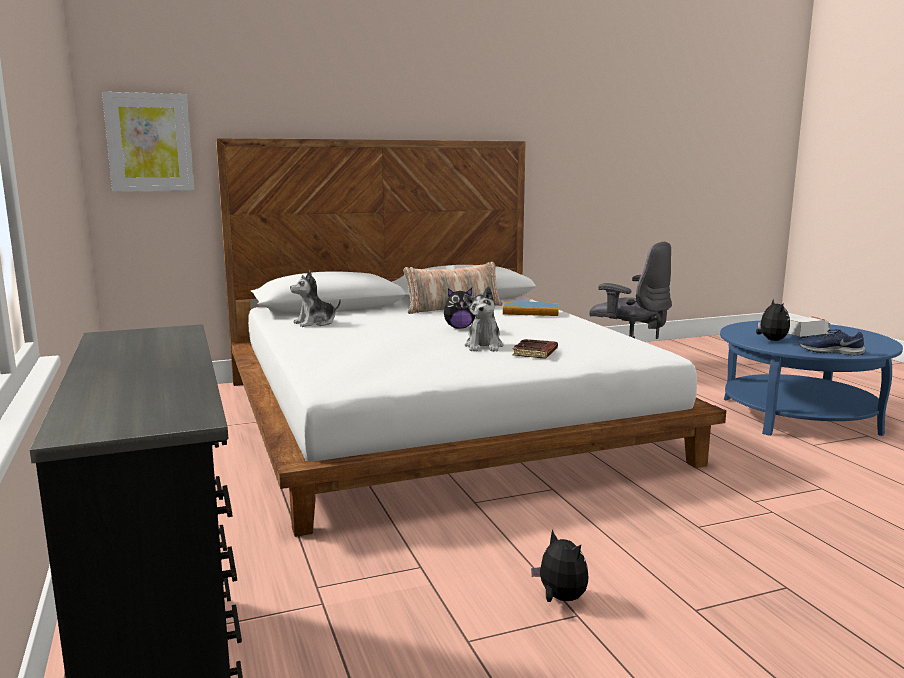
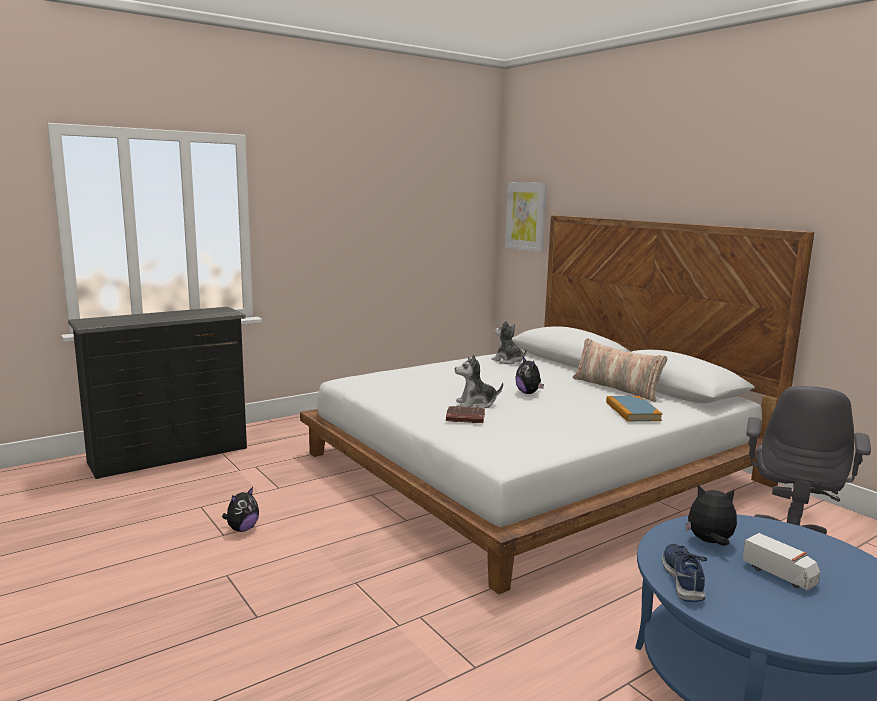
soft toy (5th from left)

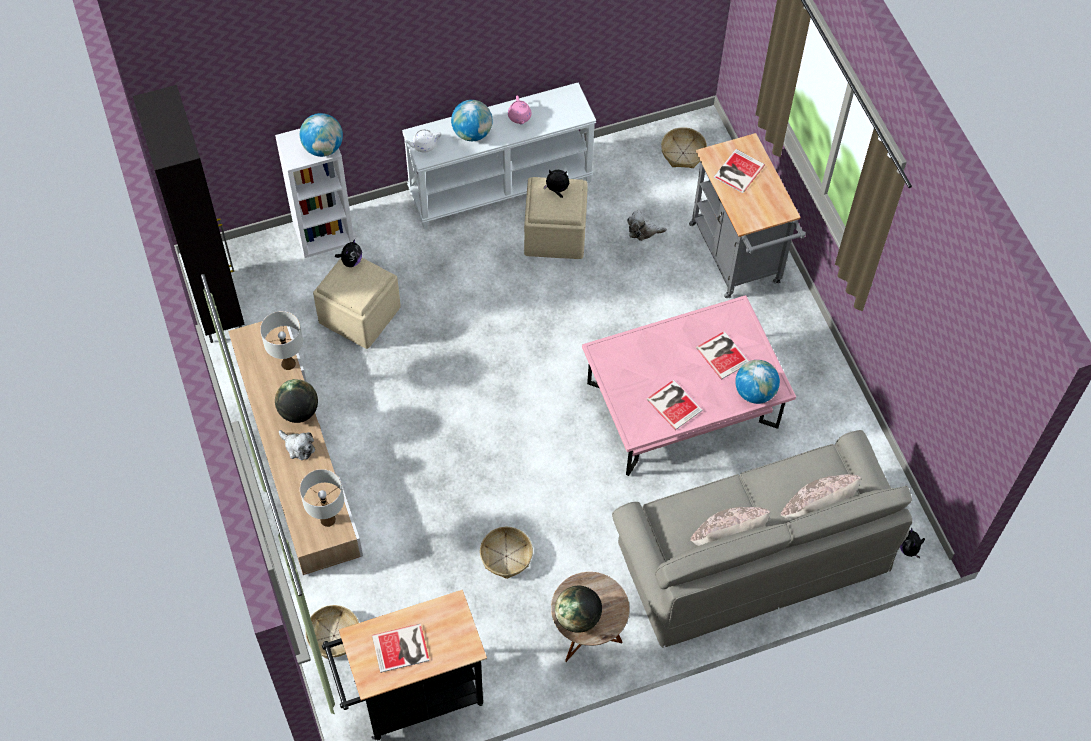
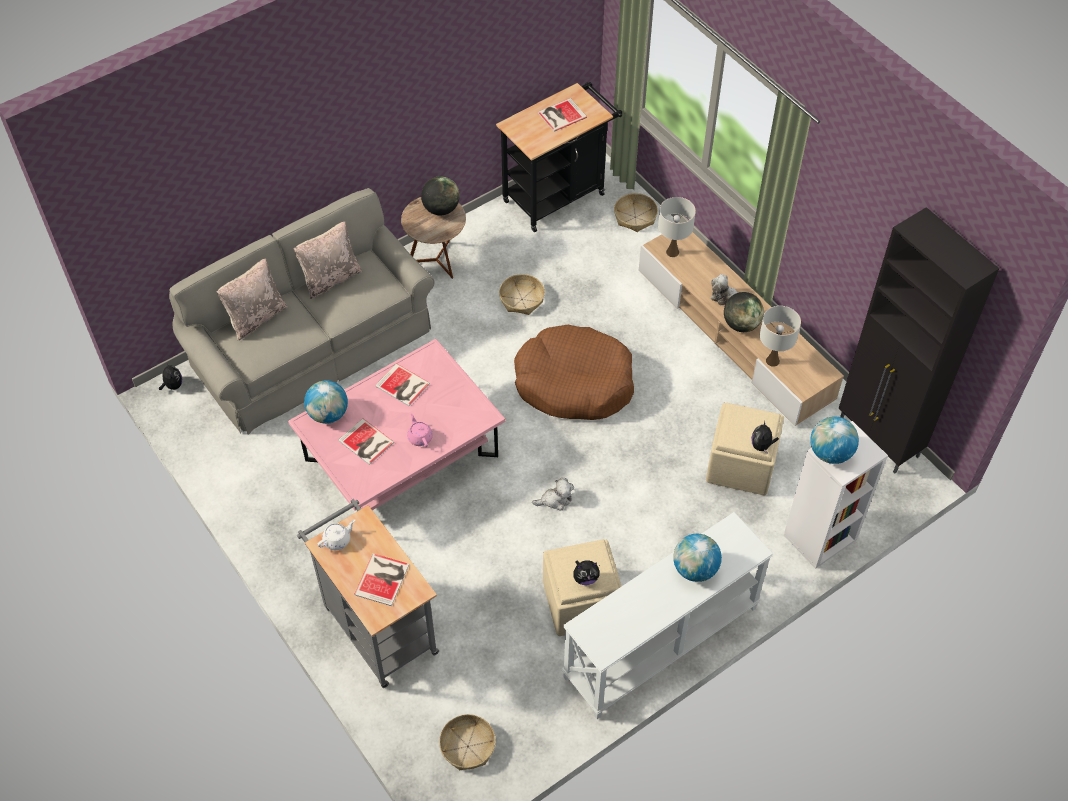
white-coloured tea pot
pink tea pot
soft toy (2nd from left)
brownish dog bed

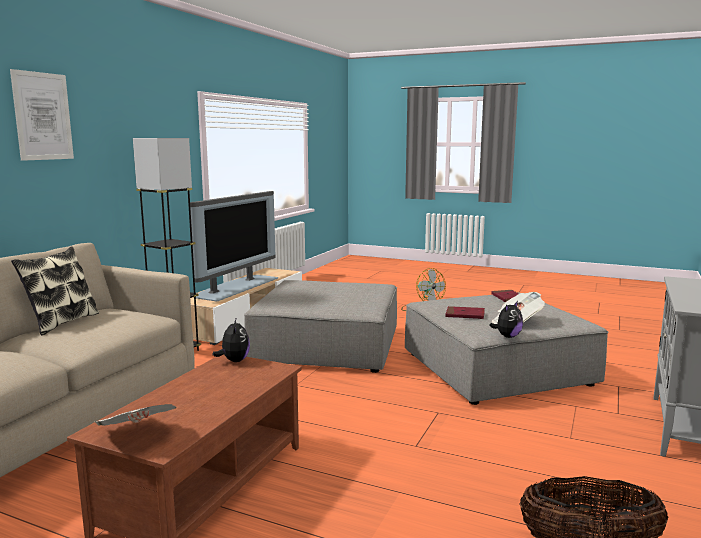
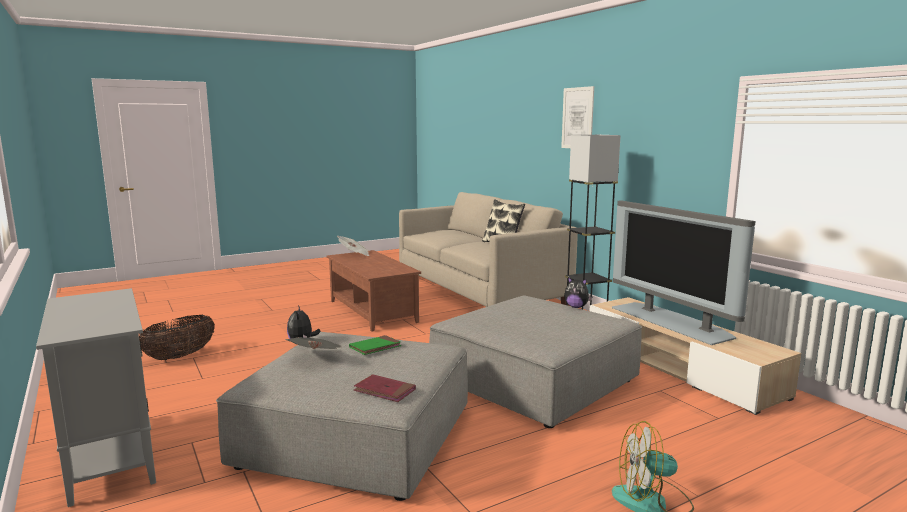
soft toy (2nd from left)
green-coloured bound book

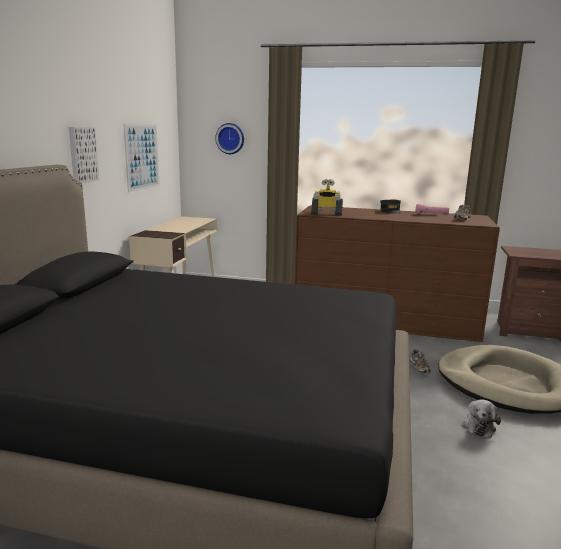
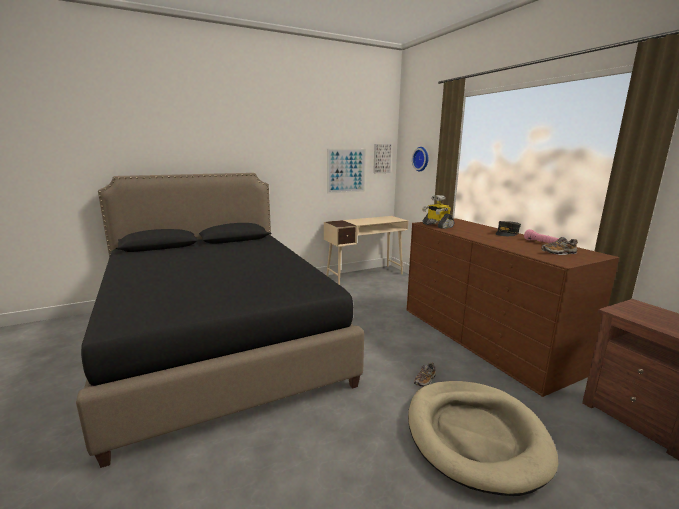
wall art (2nd from left)
soft toy

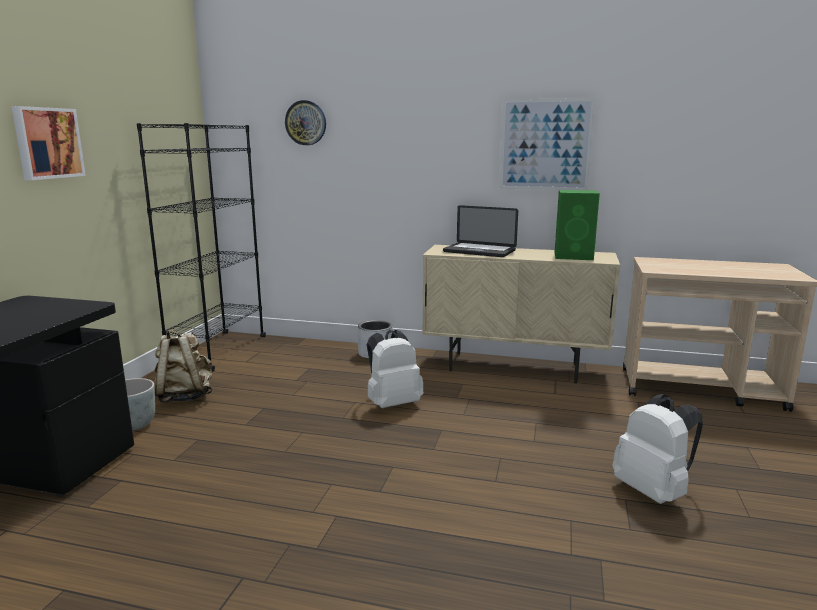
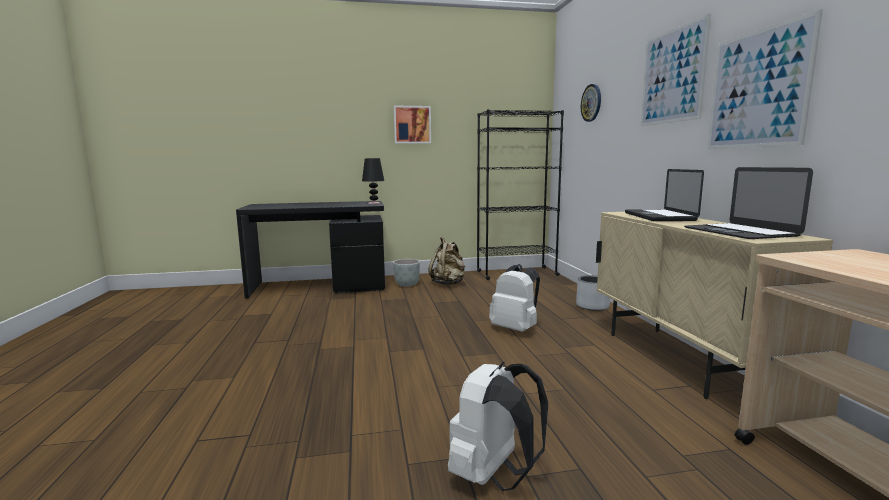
notebook computer (2nd from left)
blackish lamp for a table
wall art (2nd from left)

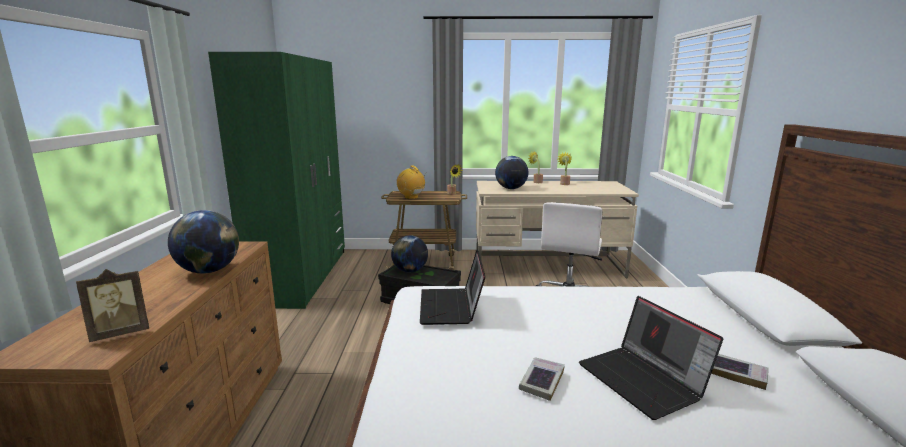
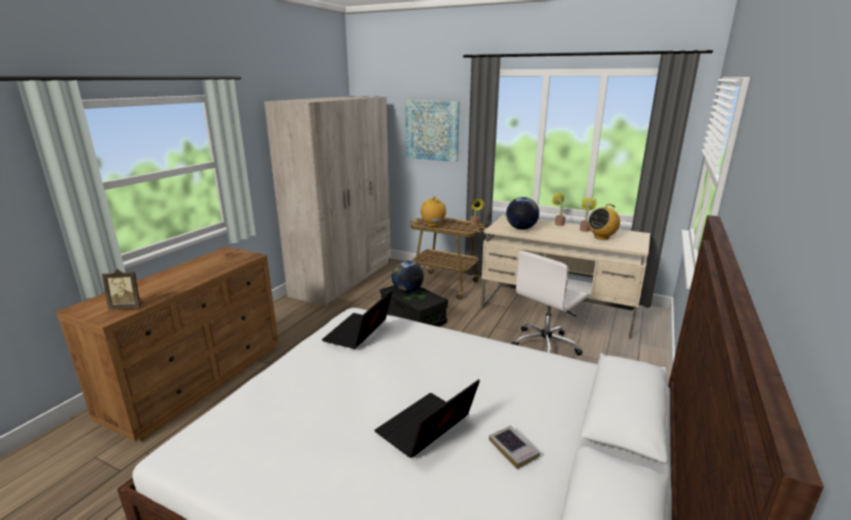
globe (1st from left in the first image)
beige clothes cupboard
bound book (1st from left in the first image)
notebook computer (2nd from left)
wall art
radio set (2nd from left)

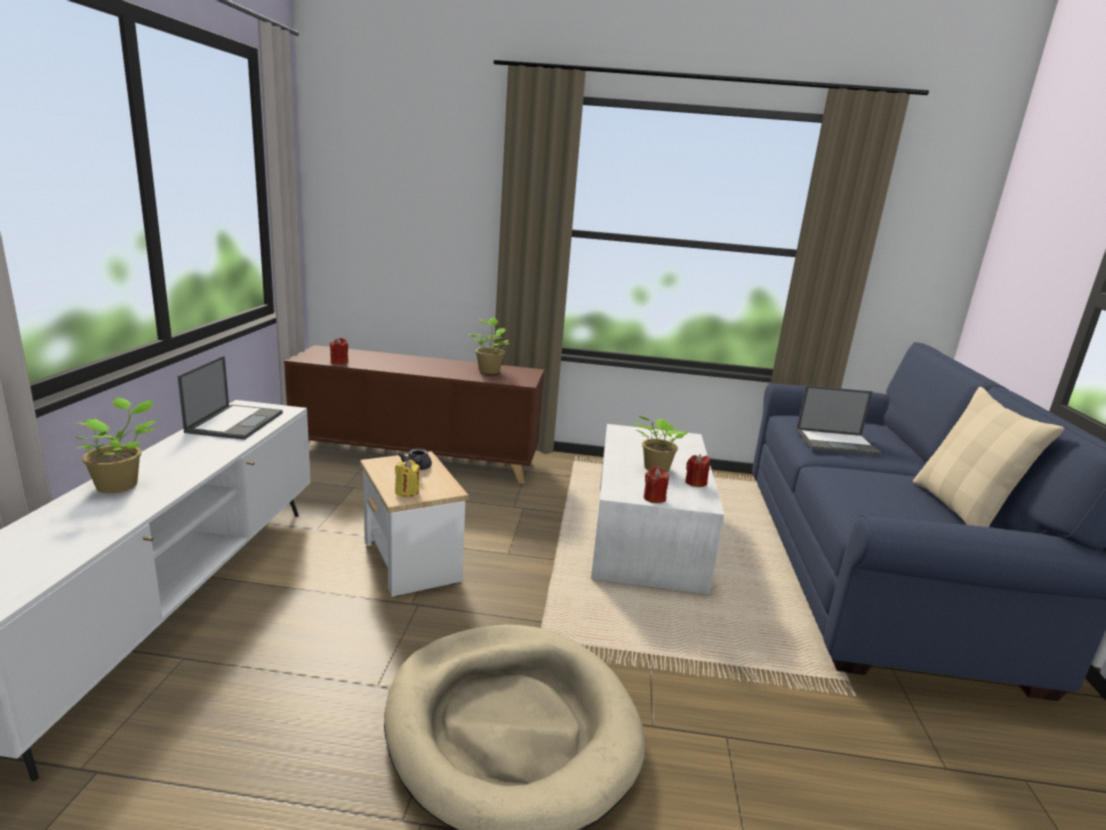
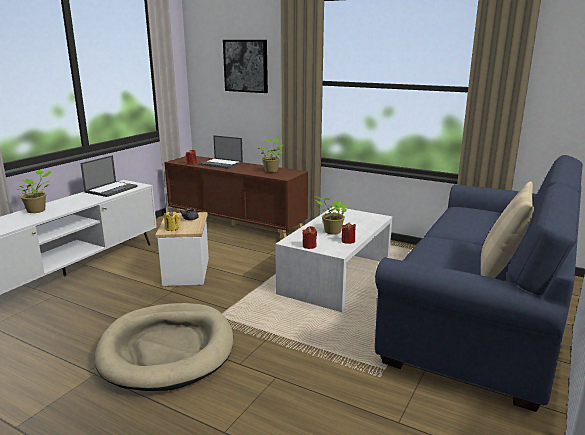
notebook computer (2nd from left)
wall art

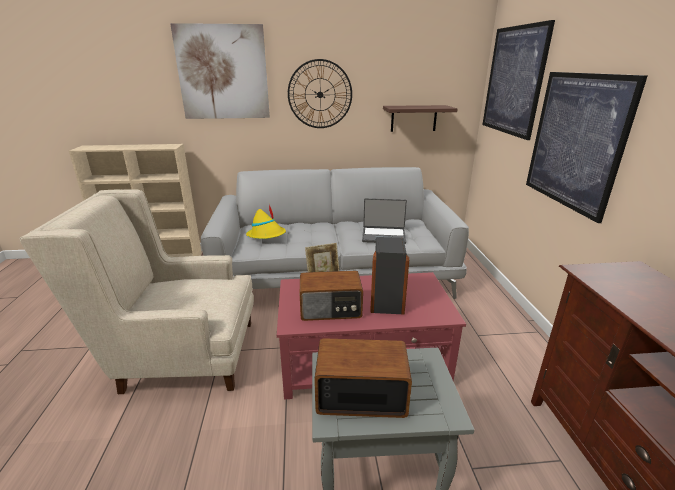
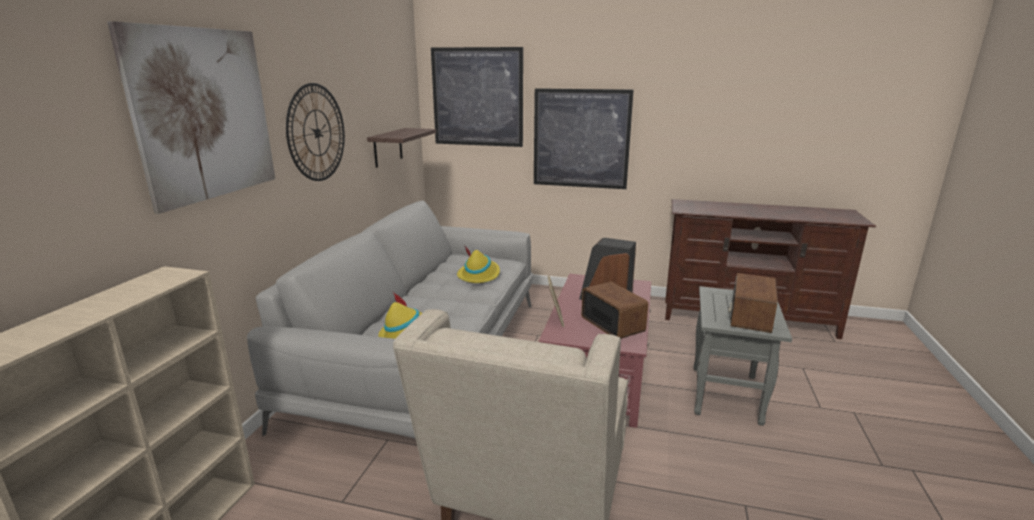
radio set (1st from left)
yellow wearable hat (2nd from left)

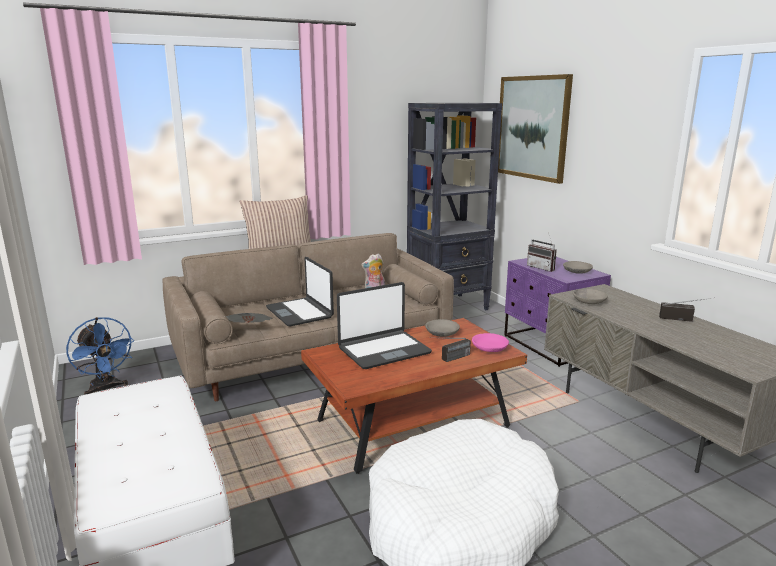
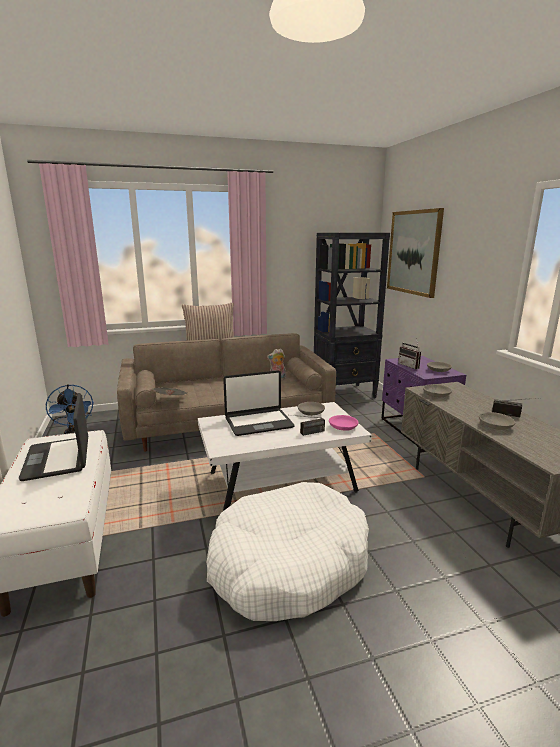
notebook computer (1st from left)
white-coloured low table
grey serving bowl (4th from left)

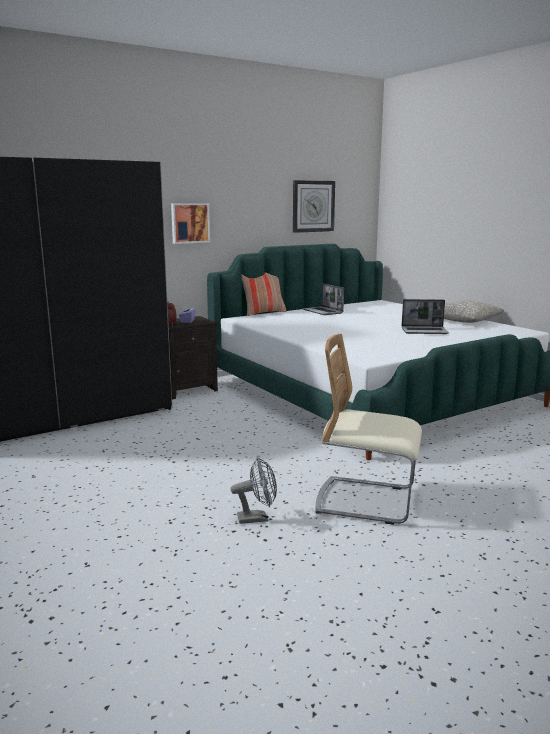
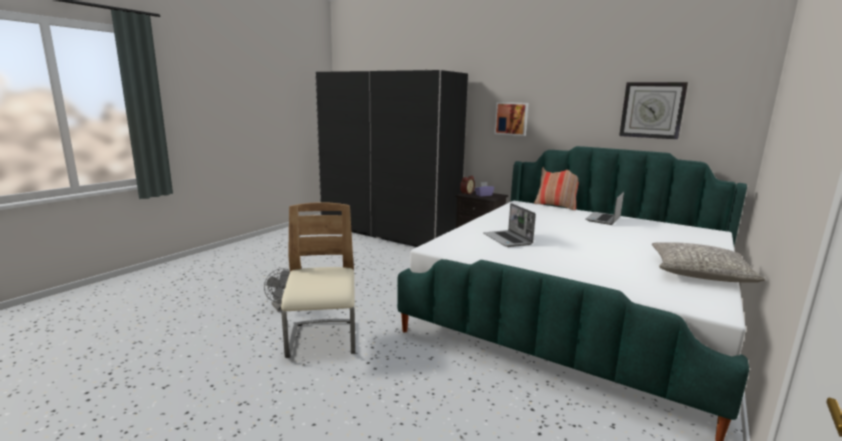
notebook computer (1st from left)

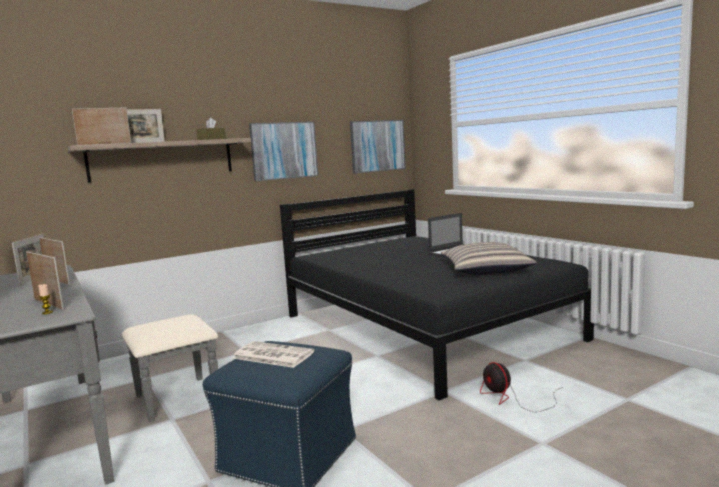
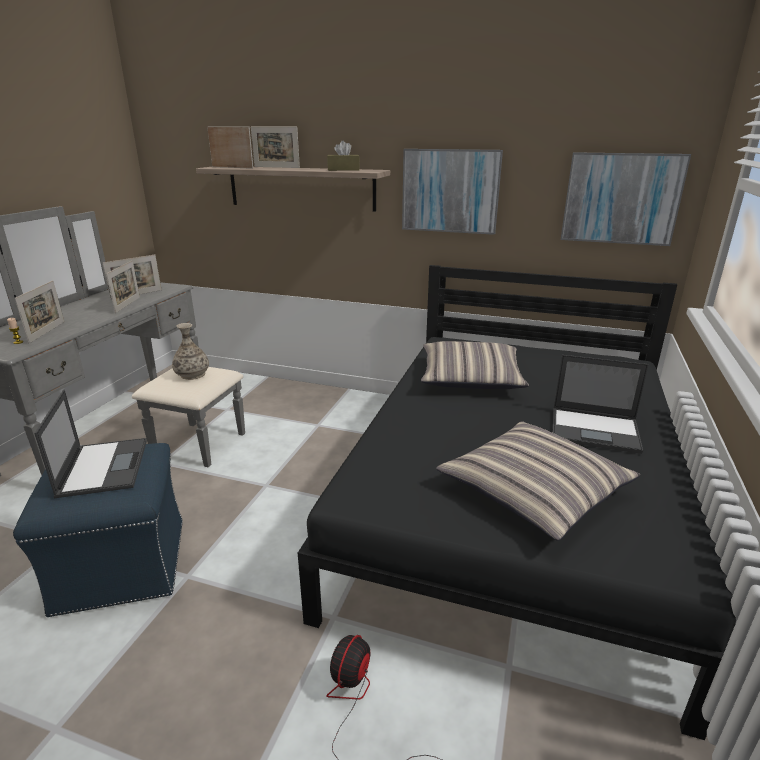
notebook computer (1st from left)
vase
cushion (1st from left)

